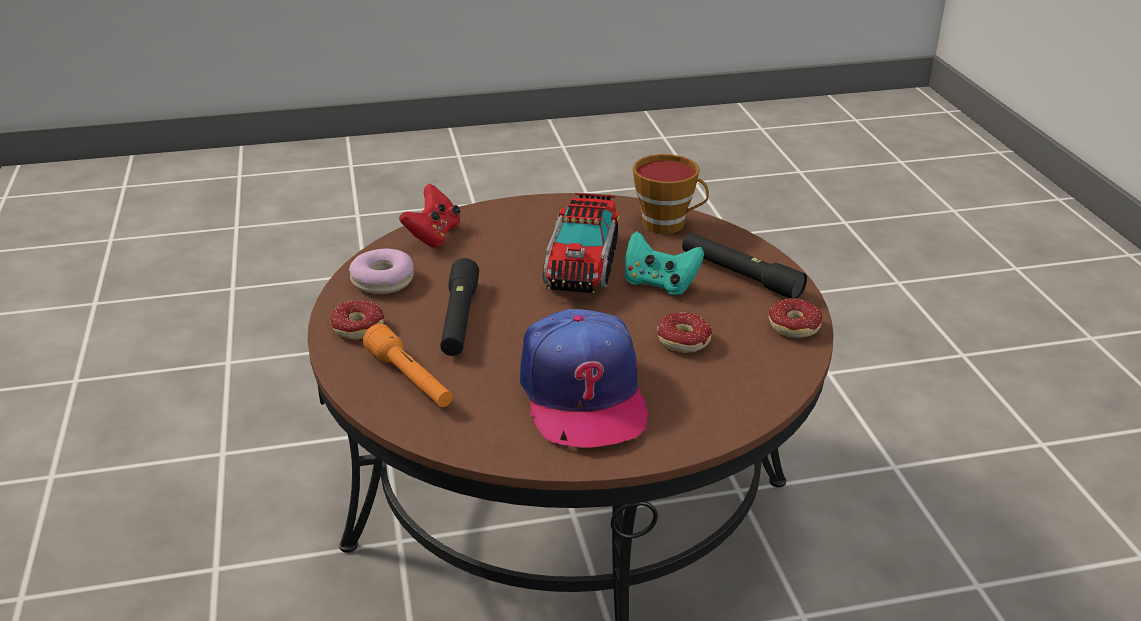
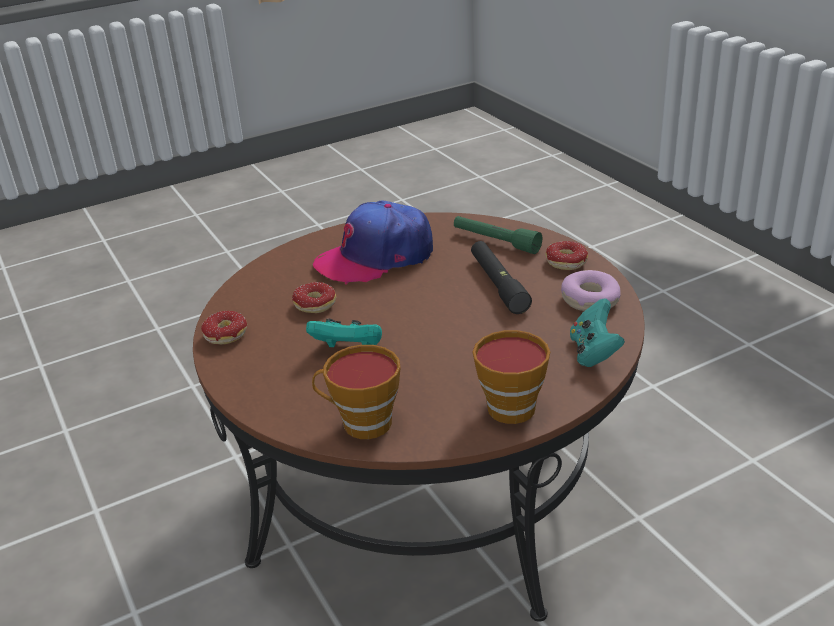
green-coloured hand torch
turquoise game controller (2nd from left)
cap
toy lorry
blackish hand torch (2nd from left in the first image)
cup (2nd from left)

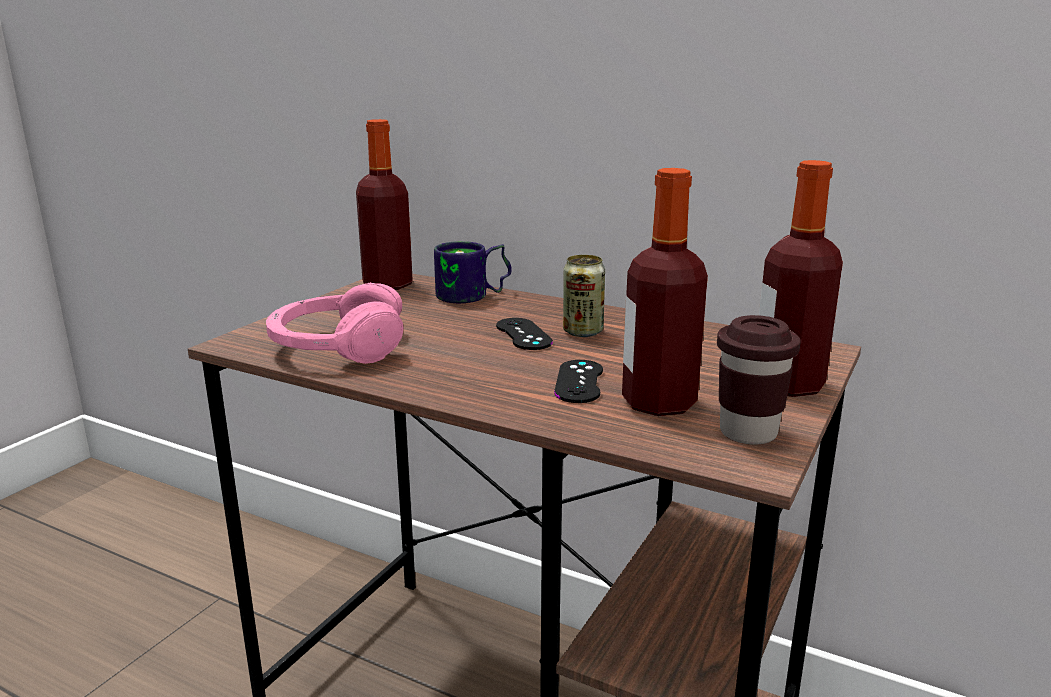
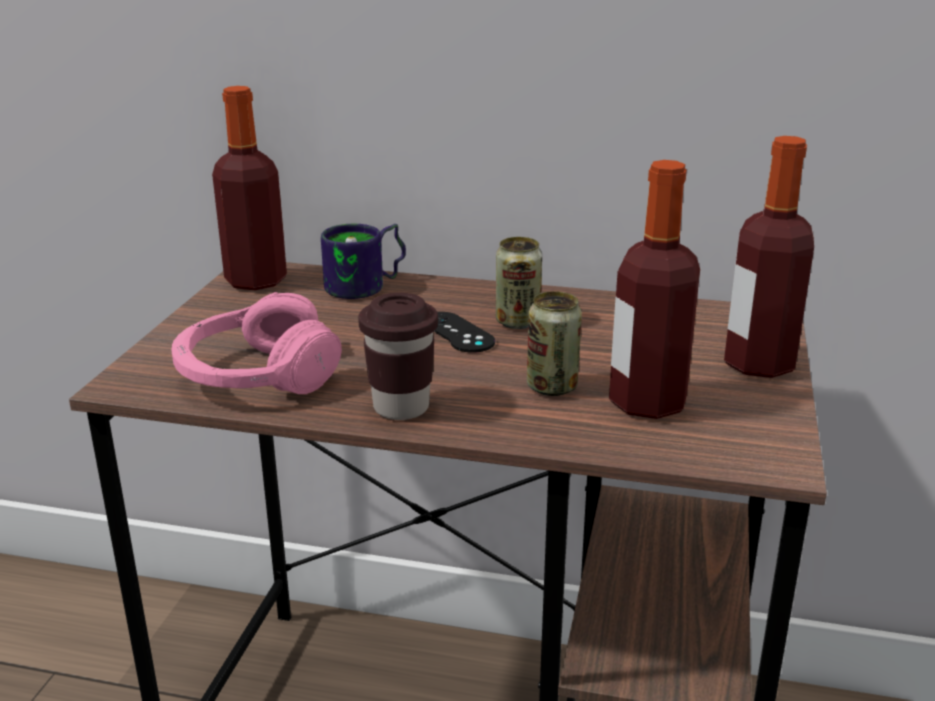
sealed can (2nd from left)
brownish cup

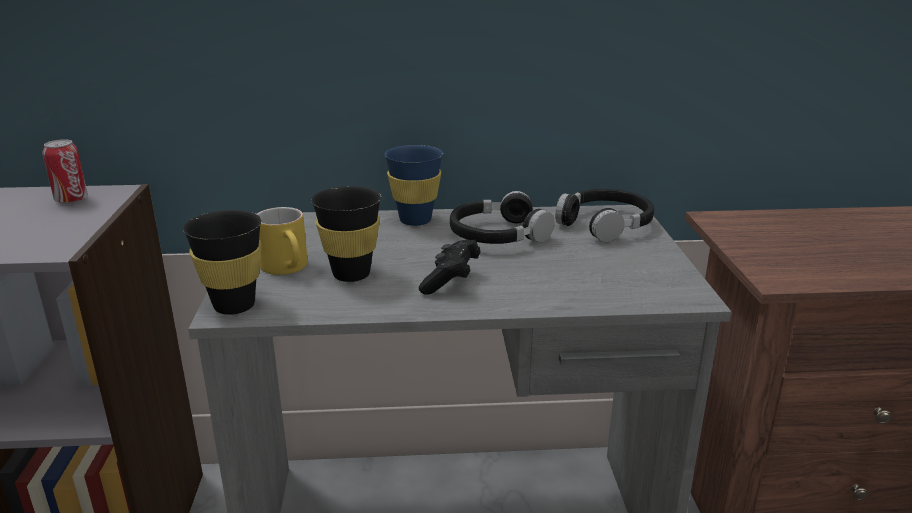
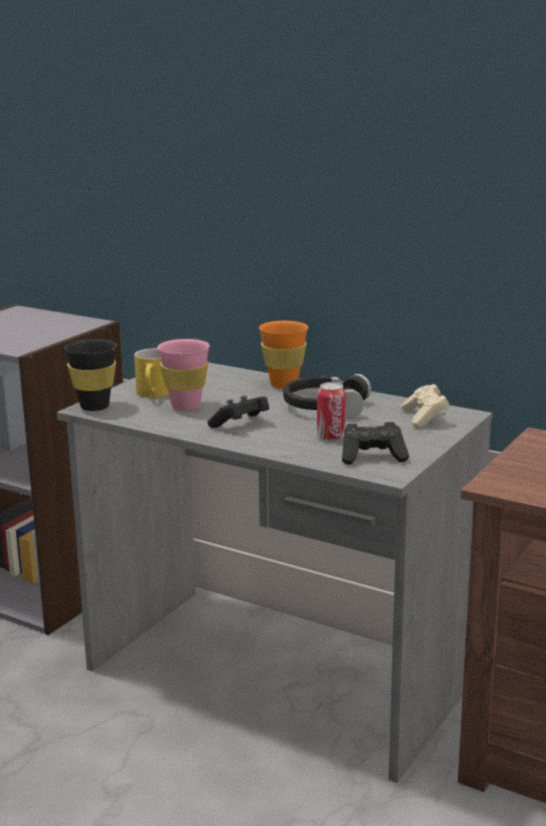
sealed can
pink cup
orange-coloured cup
beige game controller
blackish game controller (2nd from left)

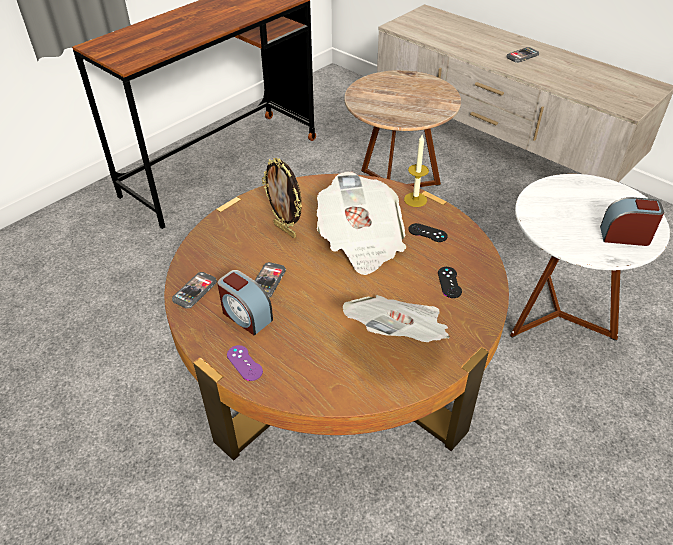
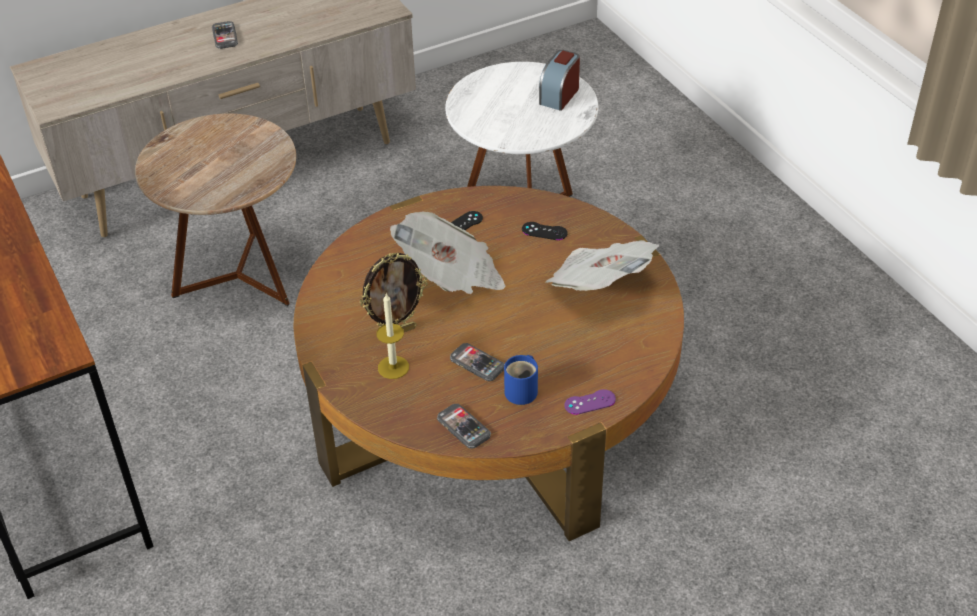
blue-coloured mug
wax light

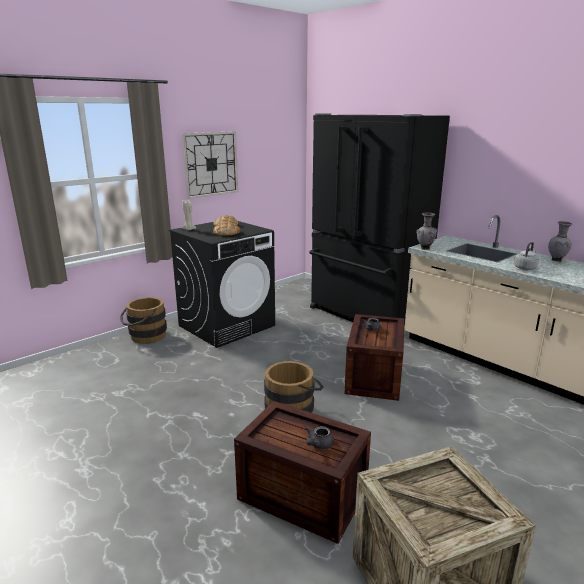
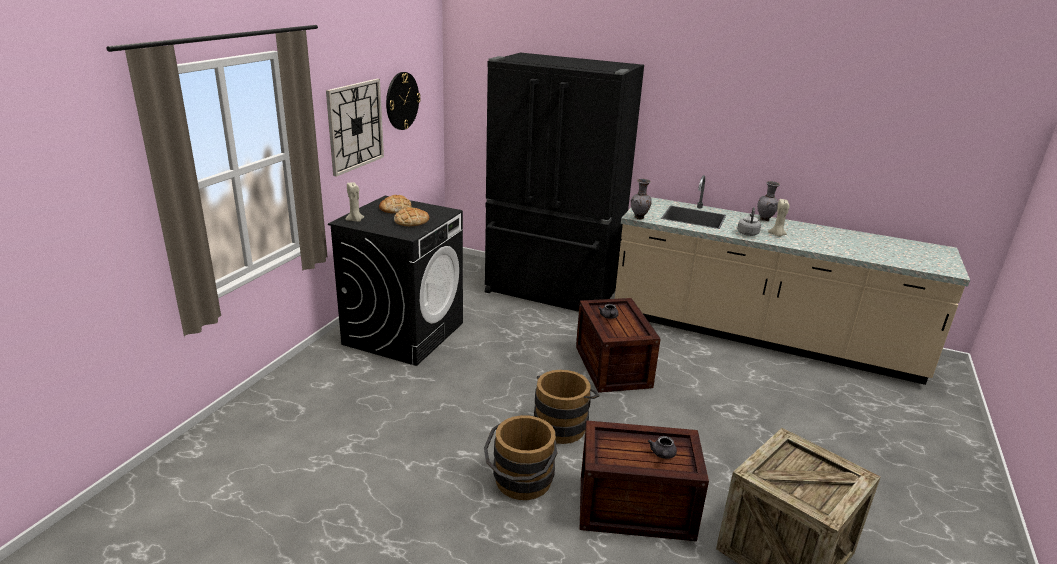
brownish water bucket (1st from left)
hanging clock (2nd from left)
beige wax light (2nd from left)

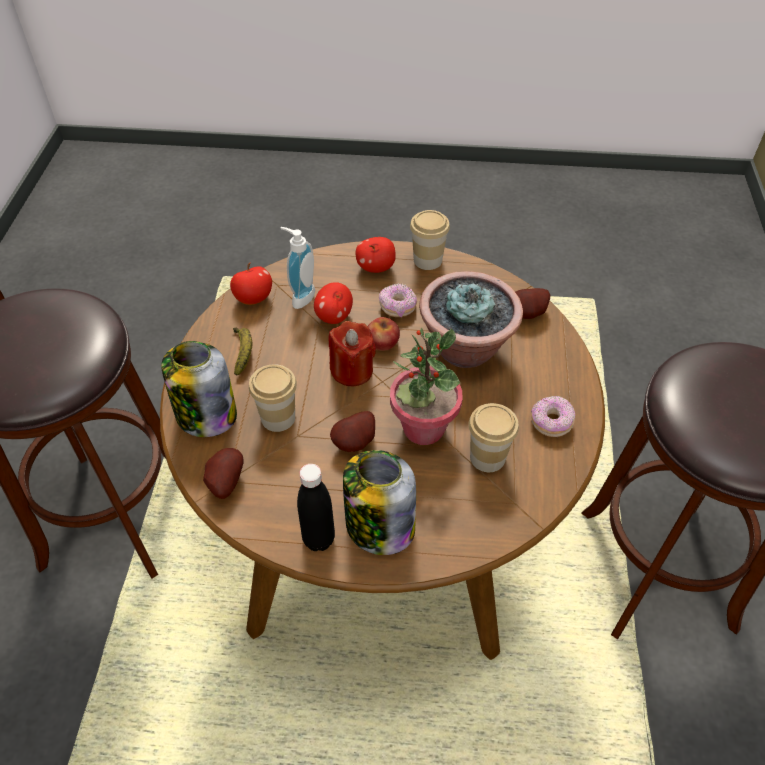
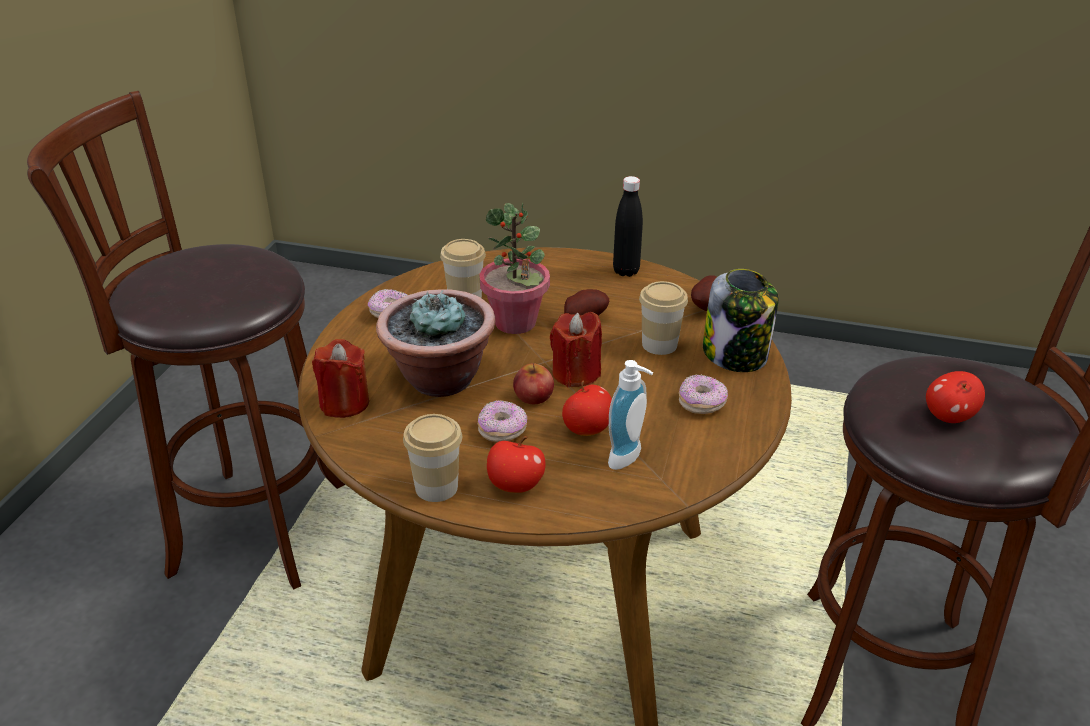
apple (4th from left)
doughnut (3rd from left)
jar (2nd from left in the first image)
red wax light (1st from left)

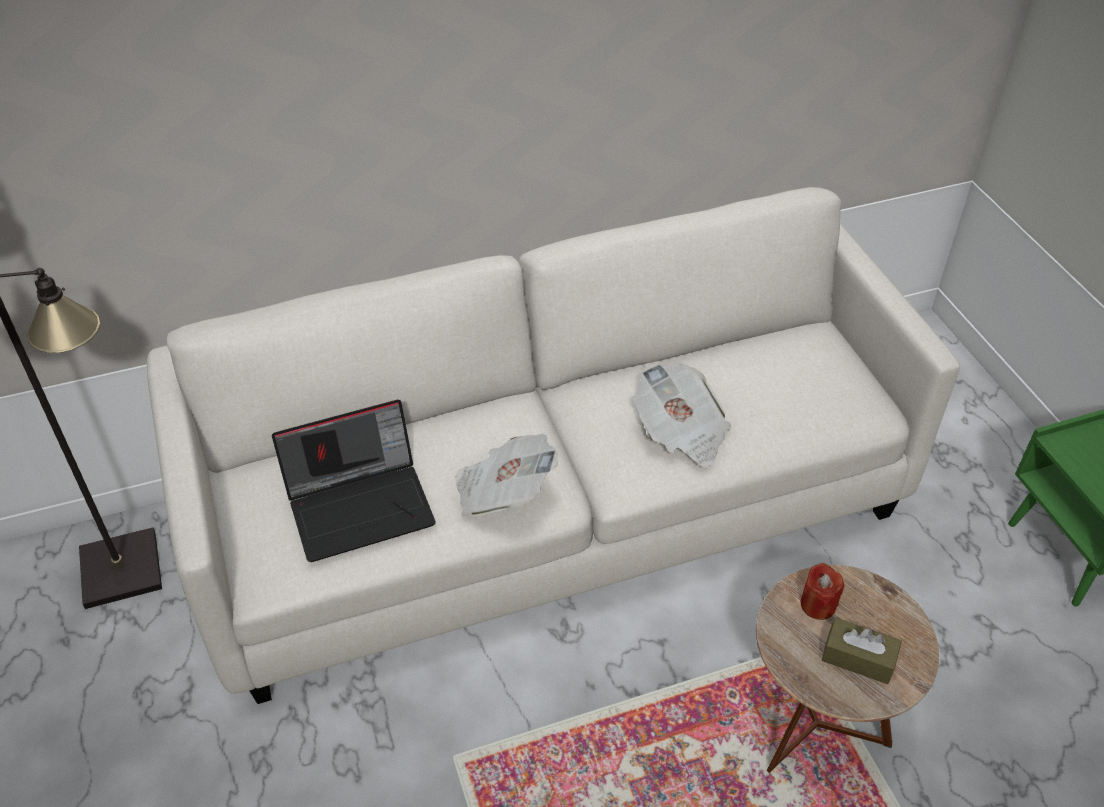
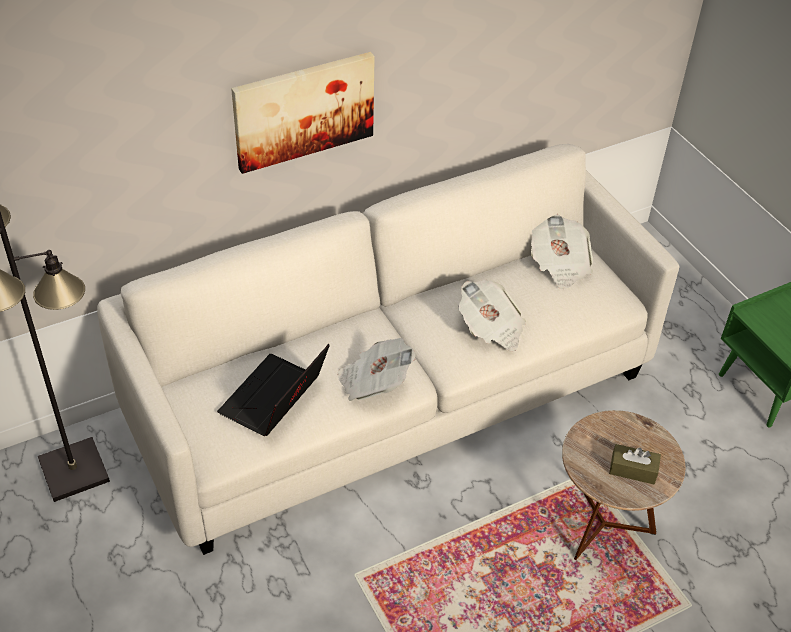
notebook computer
red wax light
wall art
printed paper (3rd from left)

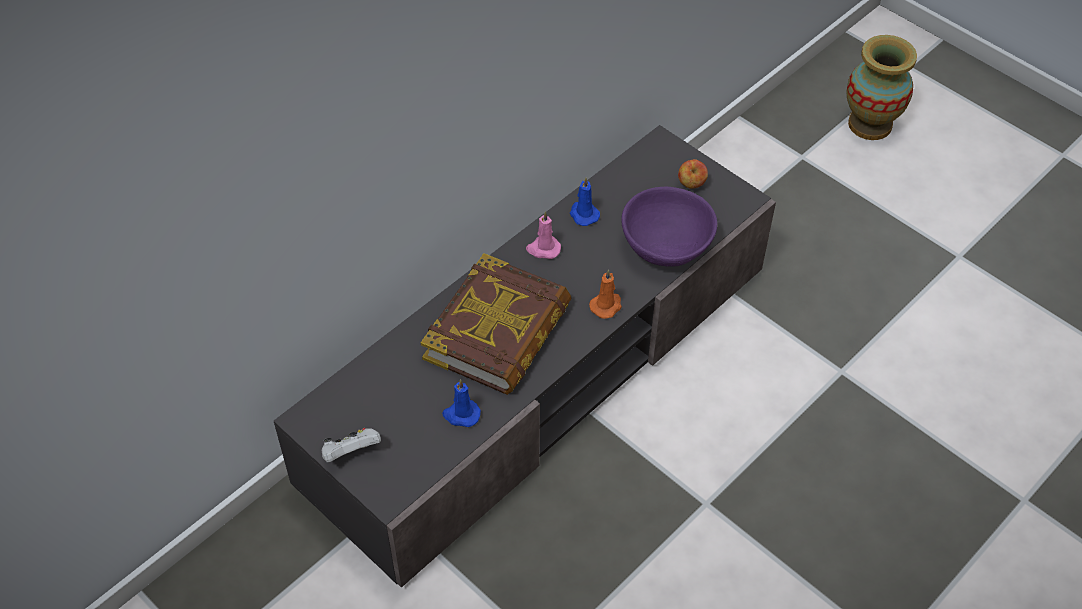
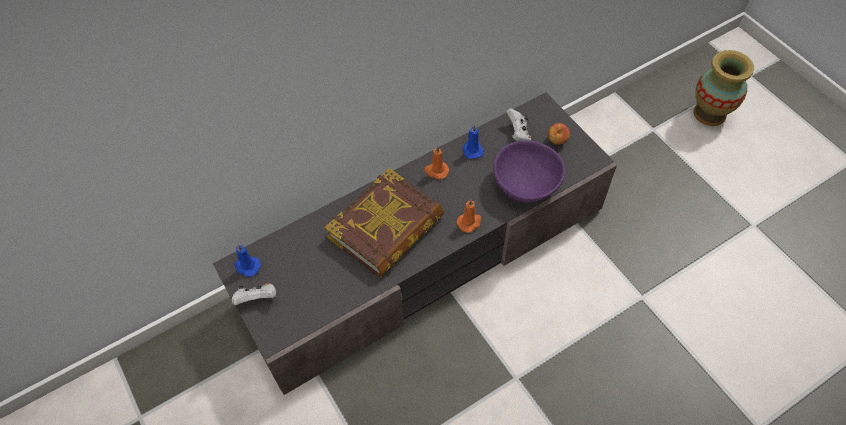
blue-coloured wax light (1st from left)
orange-coloured wax light (1st from left)
white-coloured game controller (2nd from left)

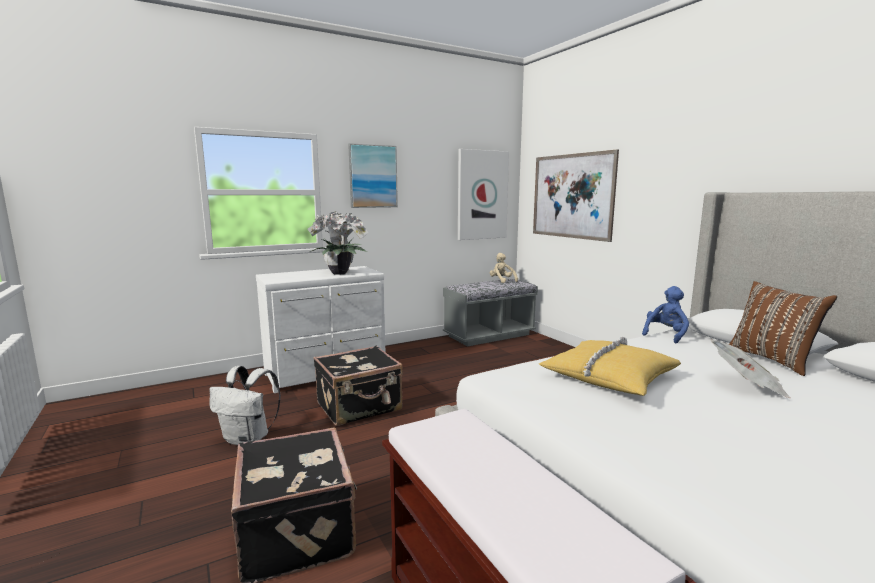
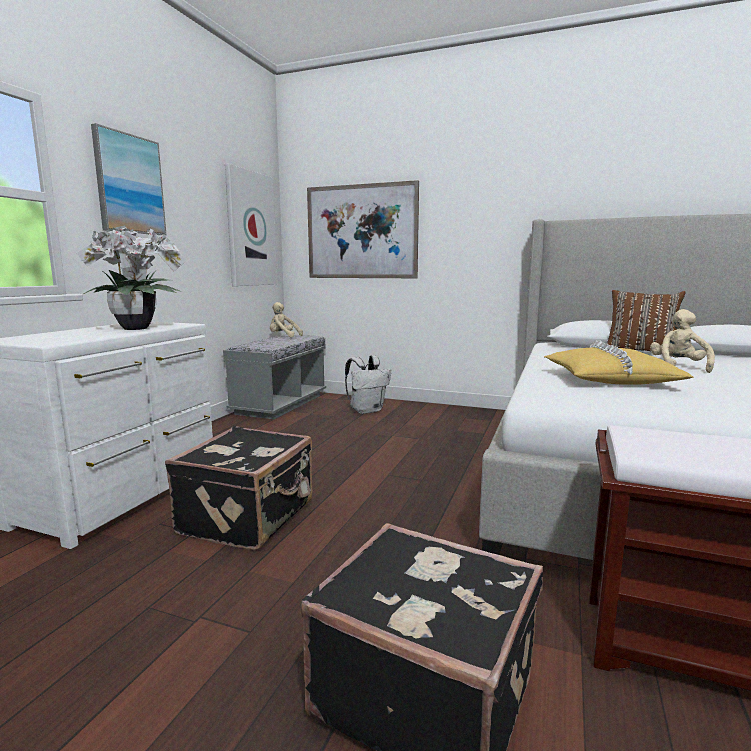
white-coloured backpack
blue-coloured soft toy
beige soft toy (2nd from left)

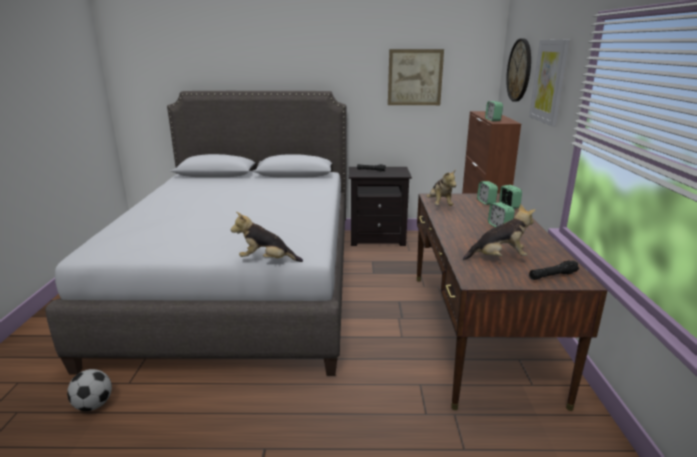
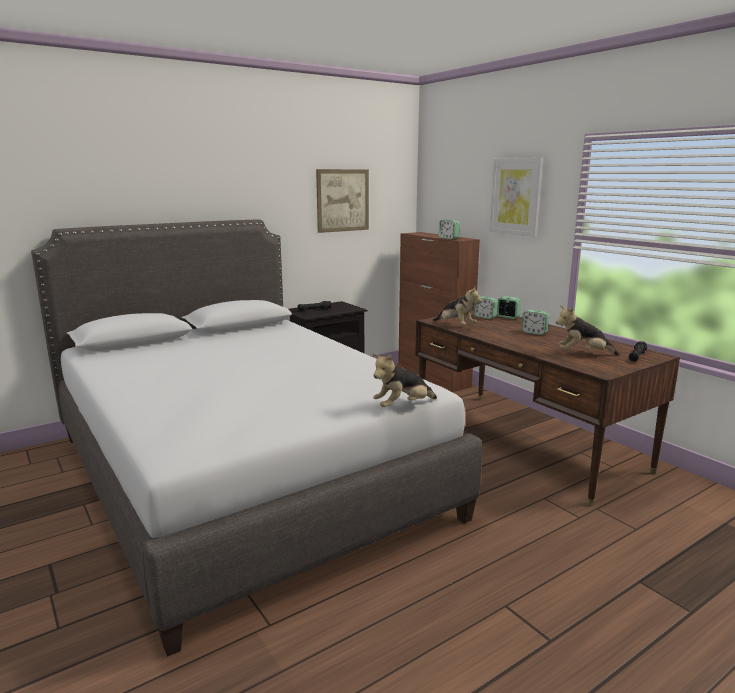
ball for football
soft toy (3rd from left)
hanging clock

